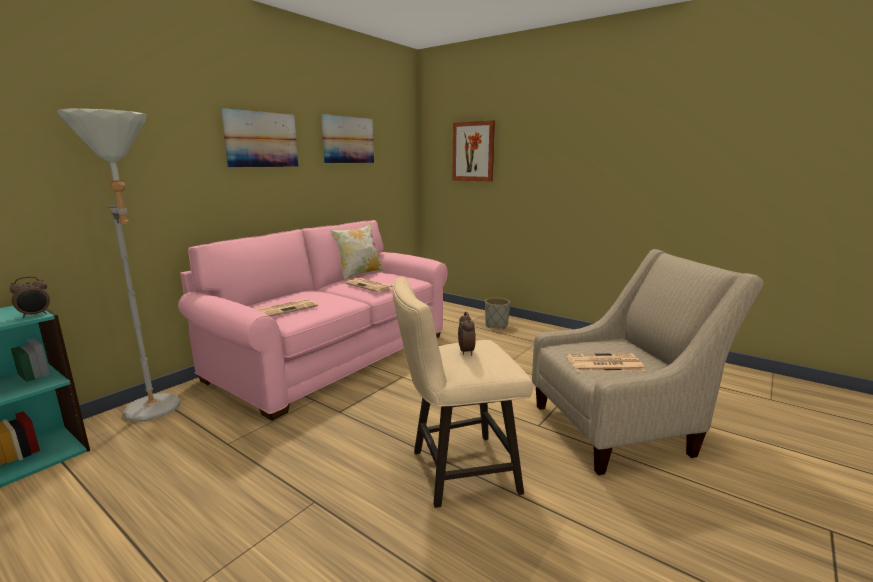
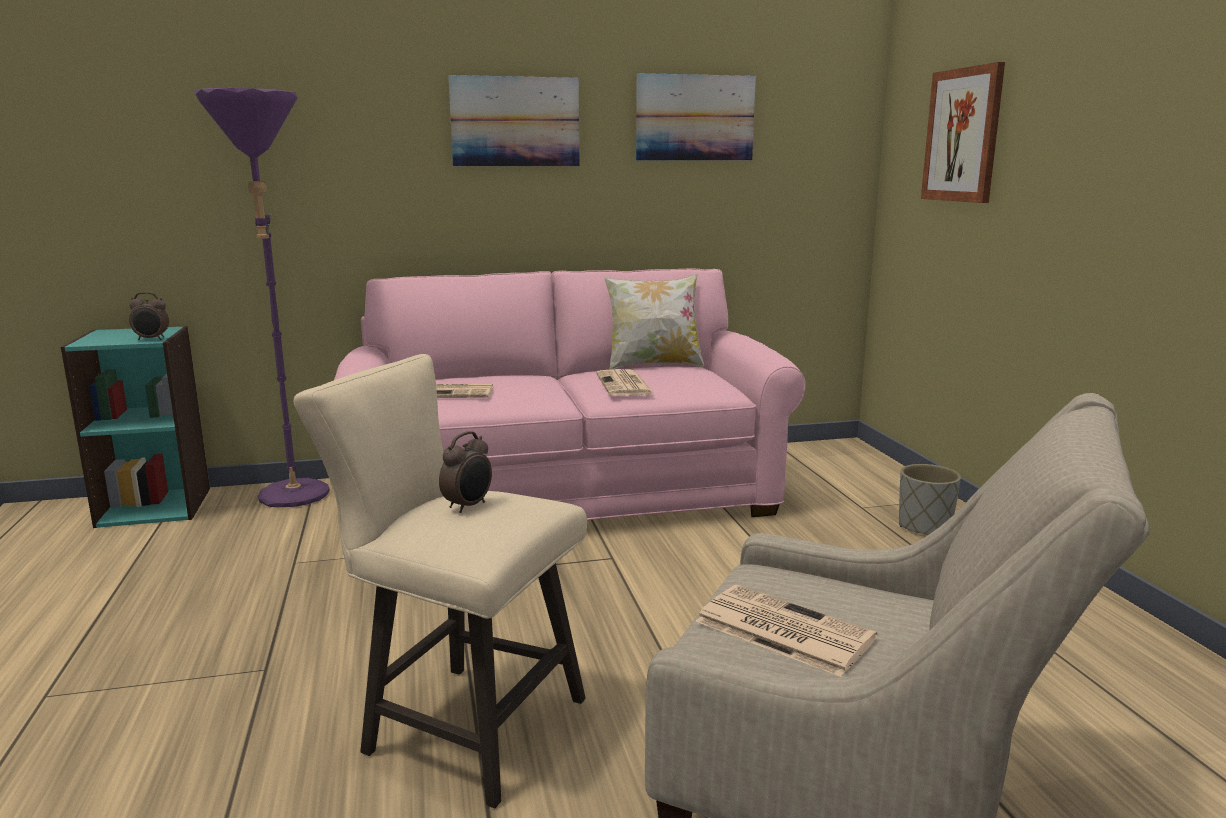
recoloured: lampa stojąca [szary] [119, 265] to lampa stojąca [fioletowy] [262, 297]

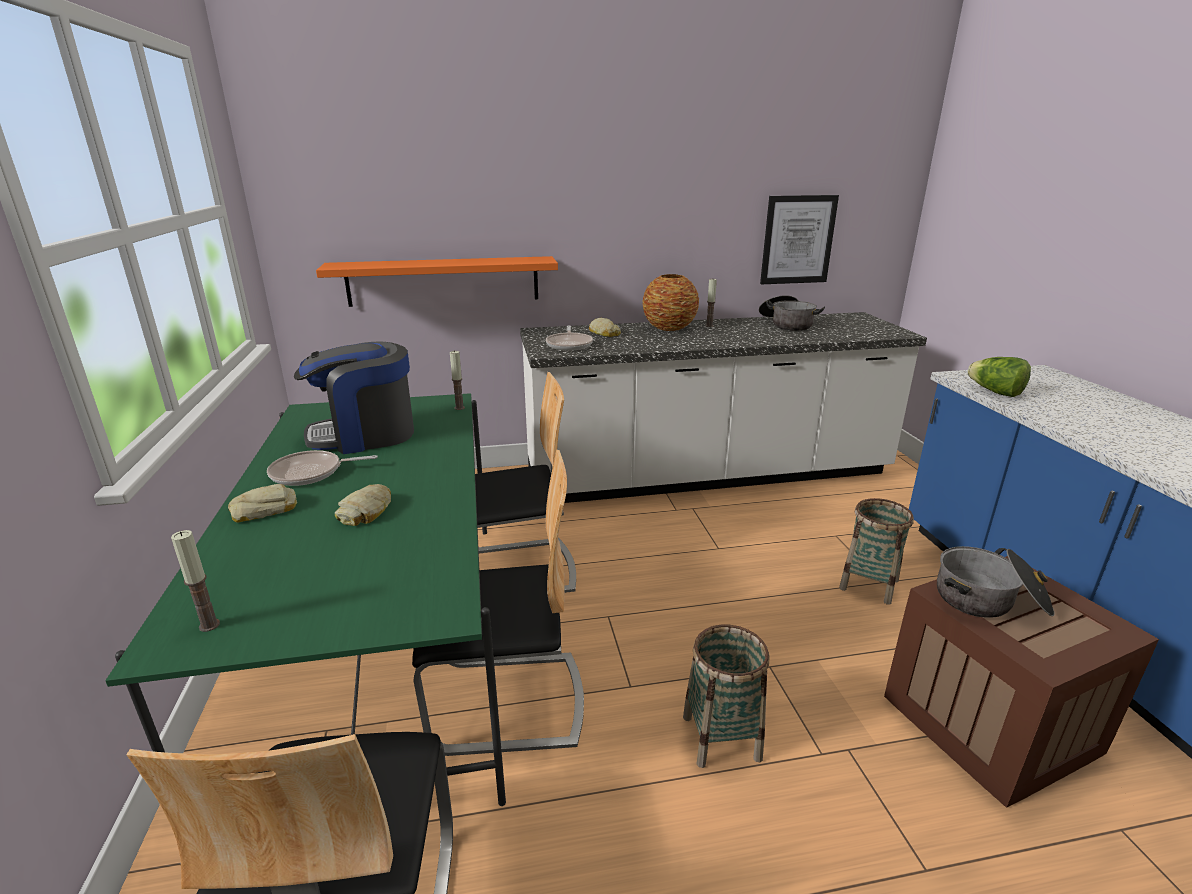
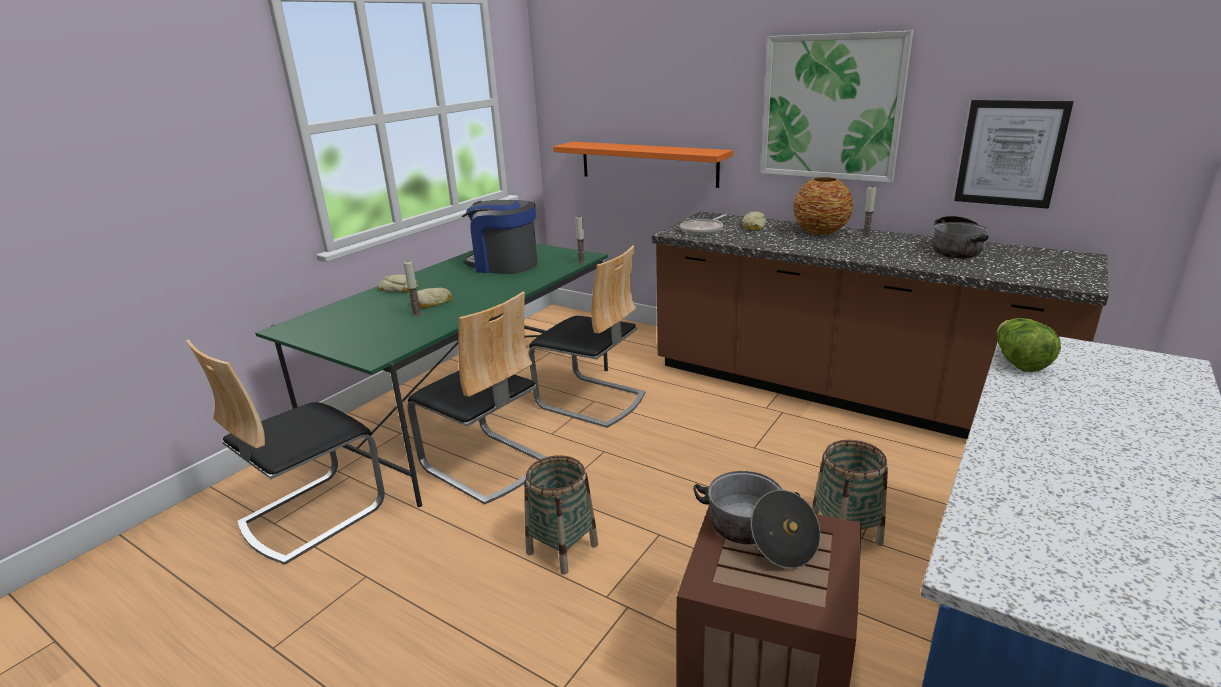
removed: patelnia [322, 468]
added: obraz [837, 107]
moved: świeca [195, 581] to [412, 288]
recoloured: zabudowa kuchenna [biały] [723, 407] to zabudowa kuchenna [brązowy] [880, 325]

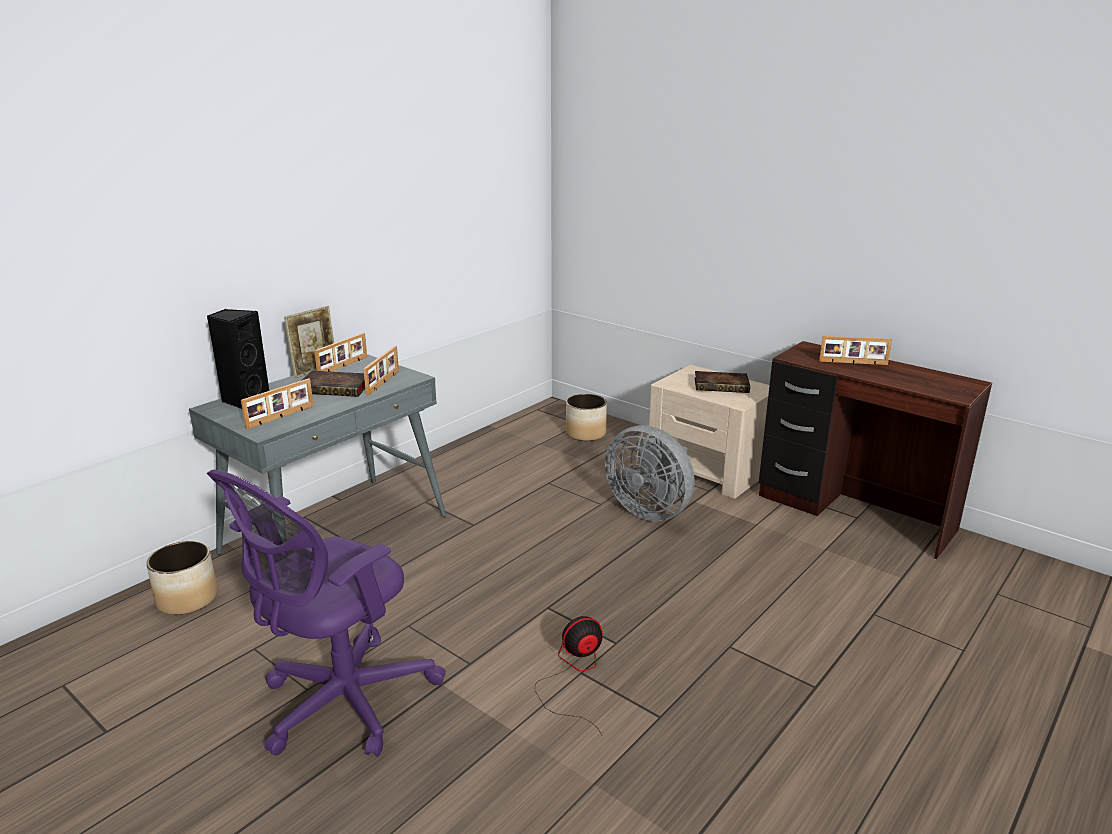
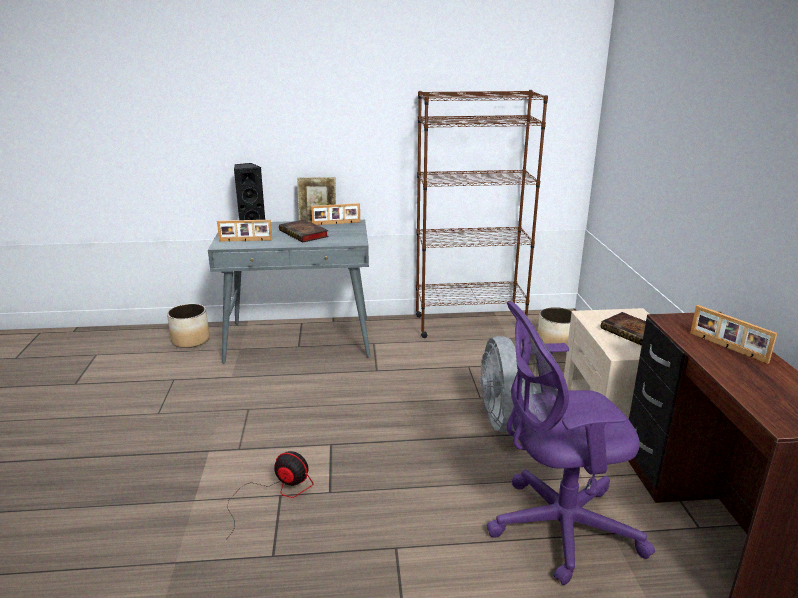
removed: ramka na zdjęcie [381, 370]
added: regał [brązowy] [482, 214]
moved: krzesło biurowe [fioletowy] [326, 613] to [570, 443]

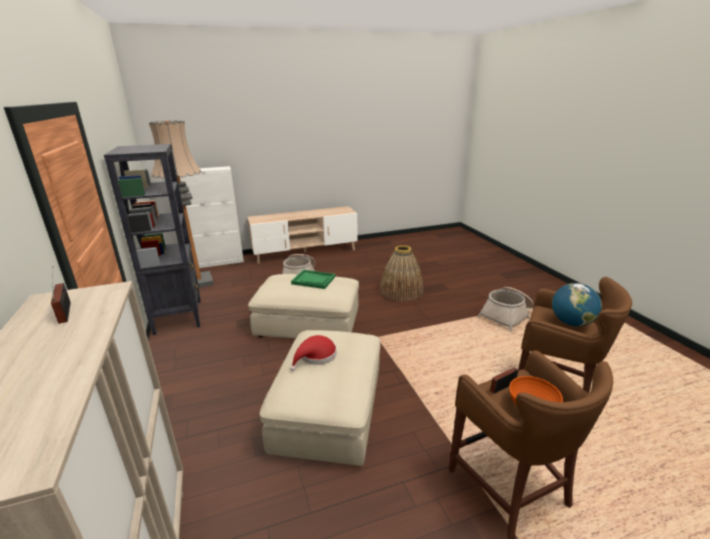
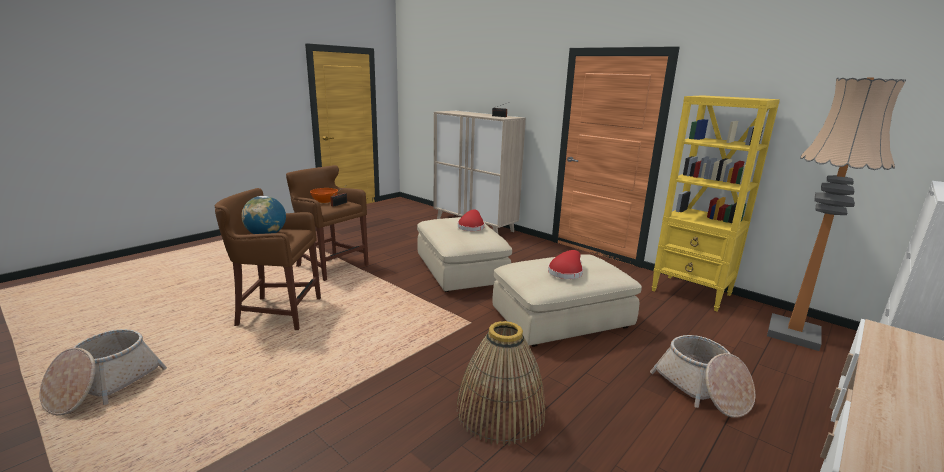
moved: koszyk [505, 309] to [103, 372]
replaced: taca [zielony] [313, 279] to kapelusz [czerwony] [565, 264]
recoloured: regał [czarny] [152, 239] to regał [żółty] [716, 203]

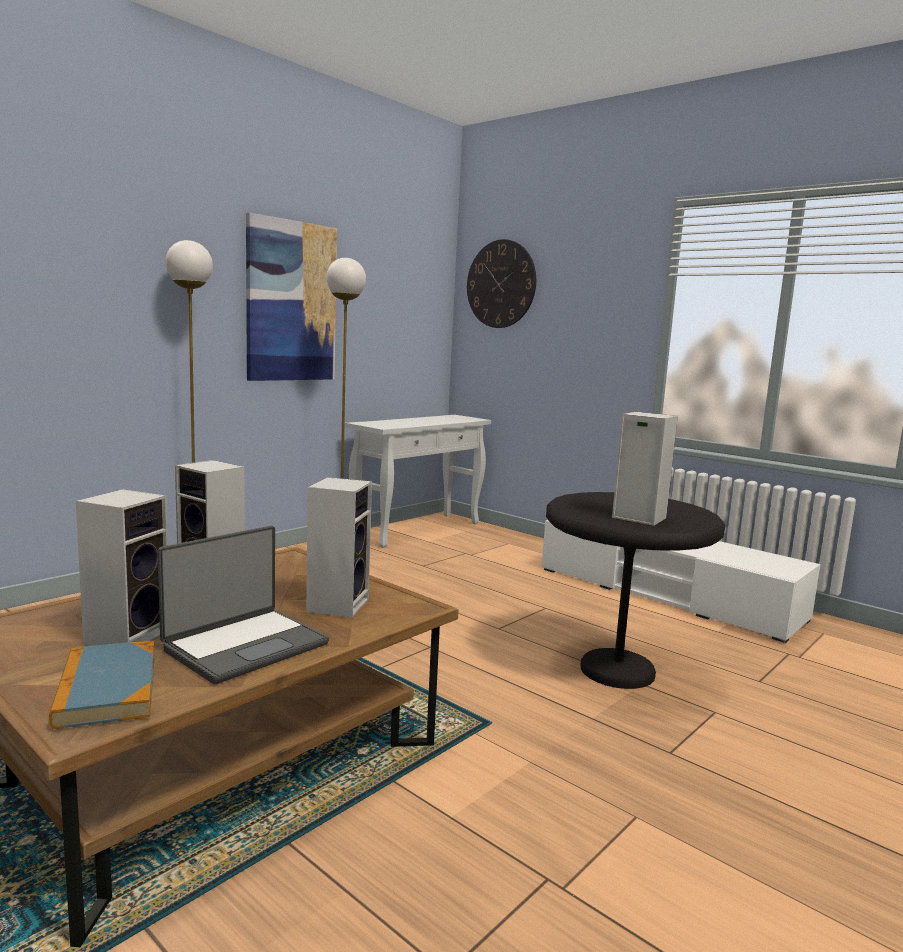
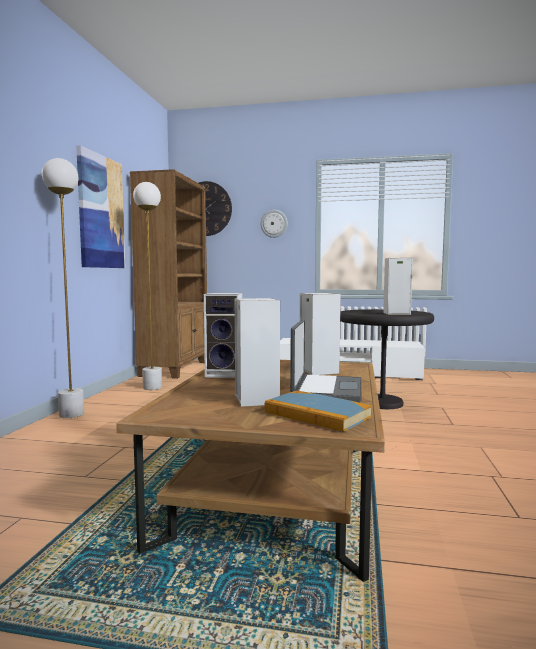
added: zegar ścienny [274, 224]
replaced: stolik konsolowy [biały] [418, 481] to regał [brązowy] [168, 274]

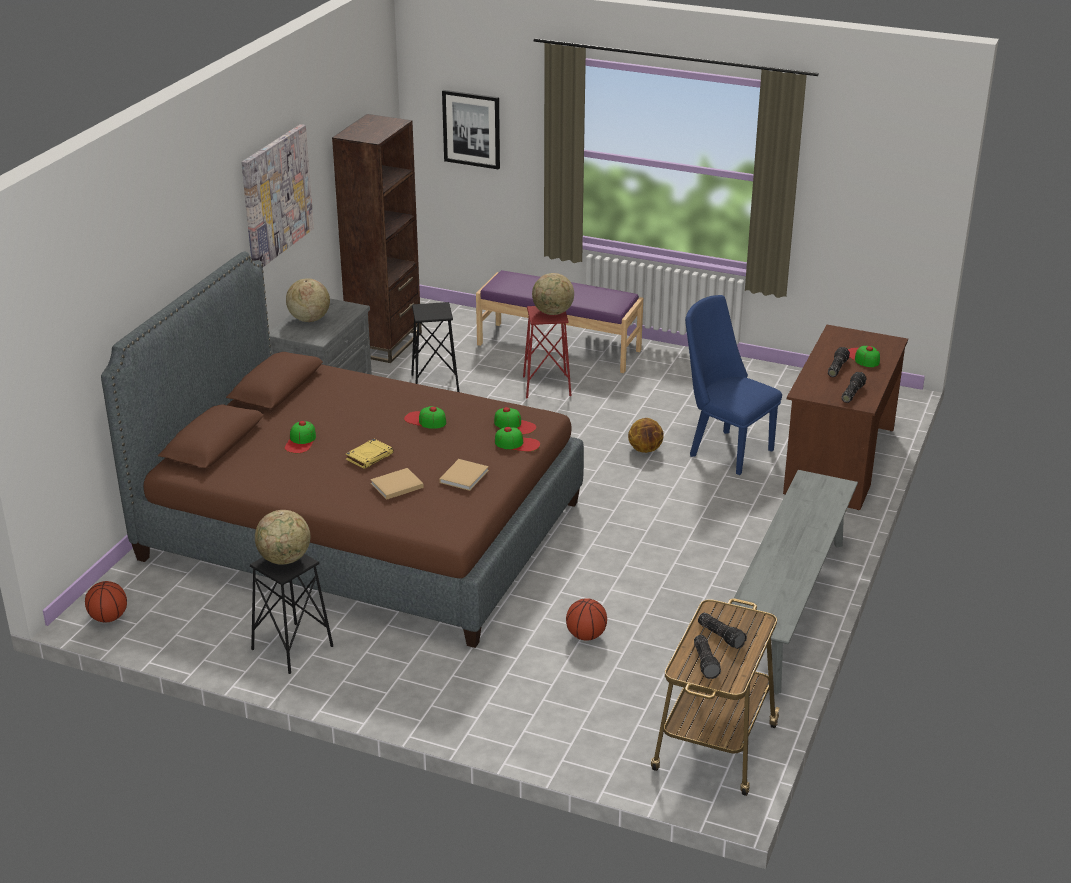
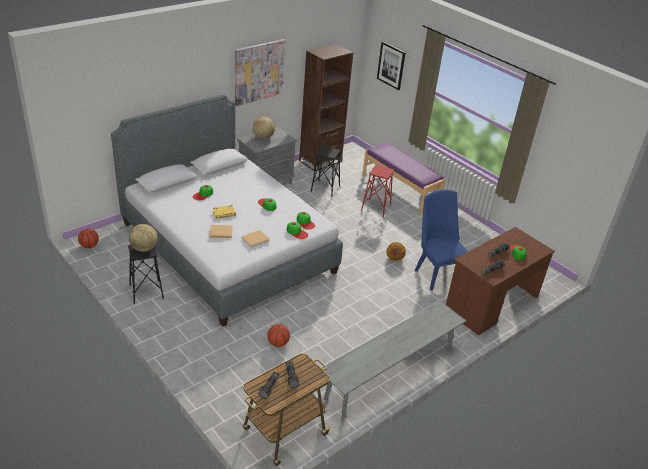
removed: globus [553, 294]
recoloured: łóżko [brązowy] [342, 450] to łóżko [szary] [227, 210]

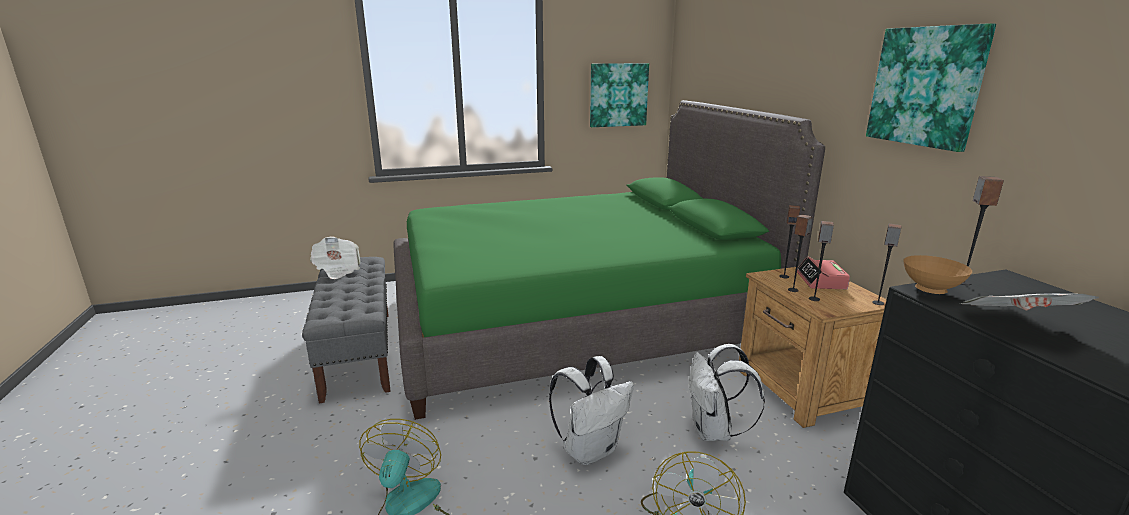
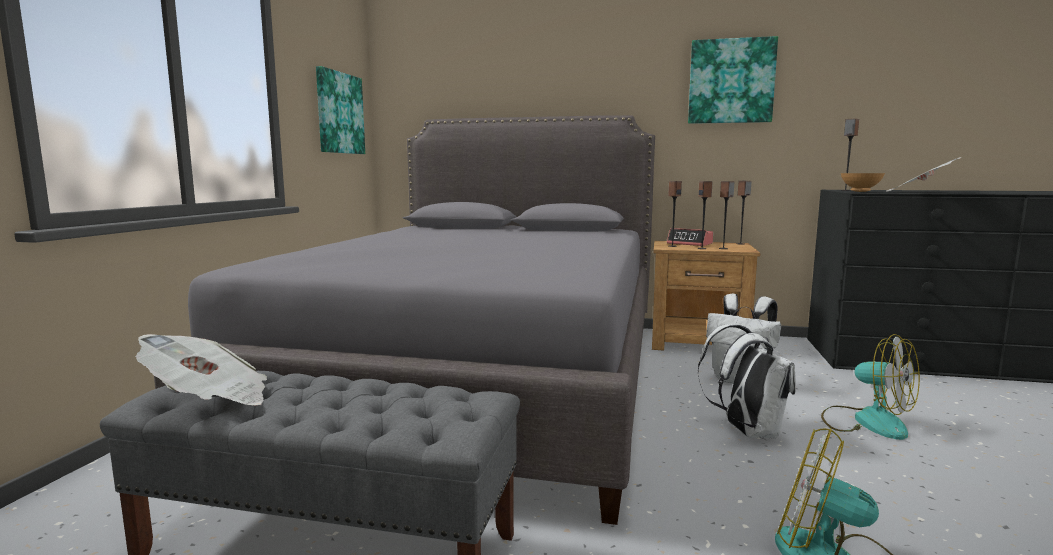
recoloured: łóżko [zielony] [609, 260] to łóżko [szary] [404, 320]

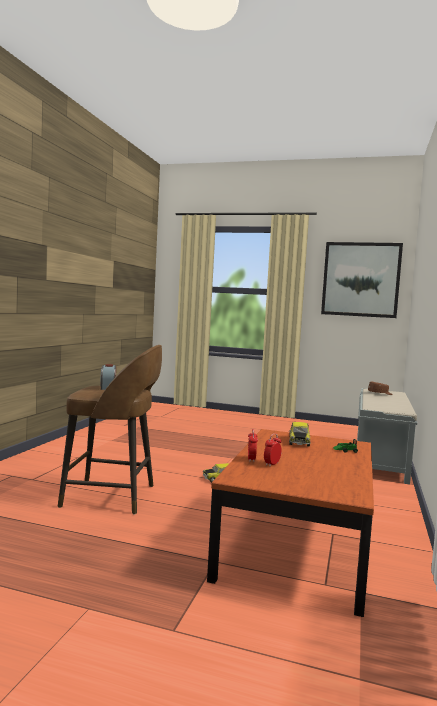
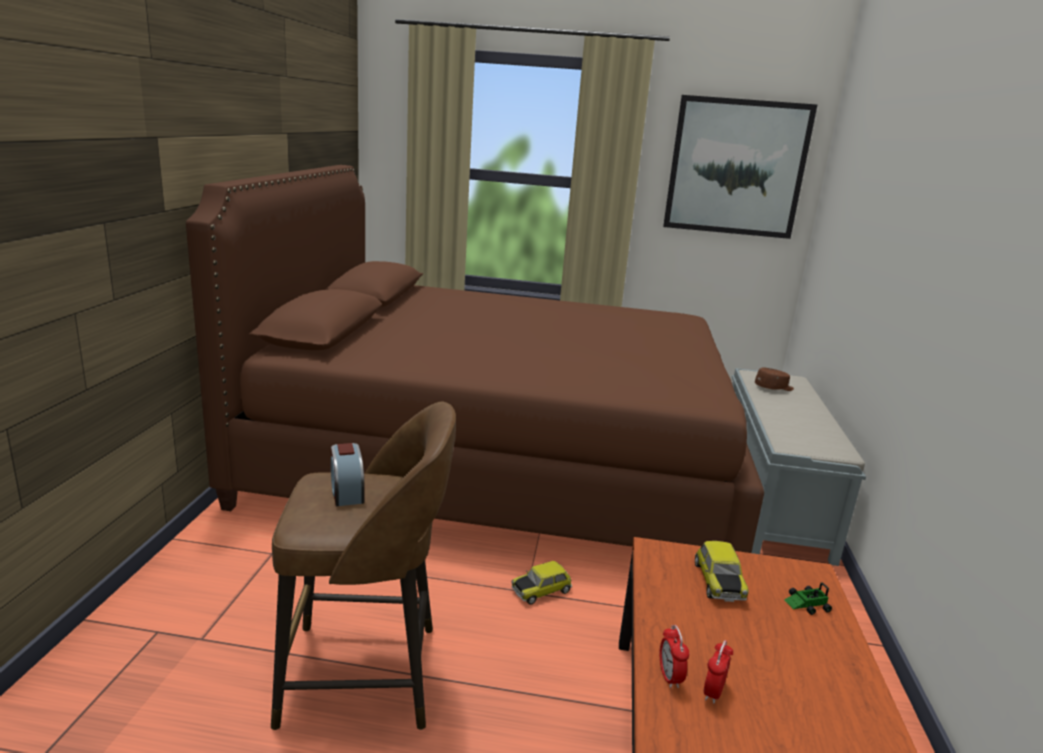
added: łóżko [brązowy] [475, 359]

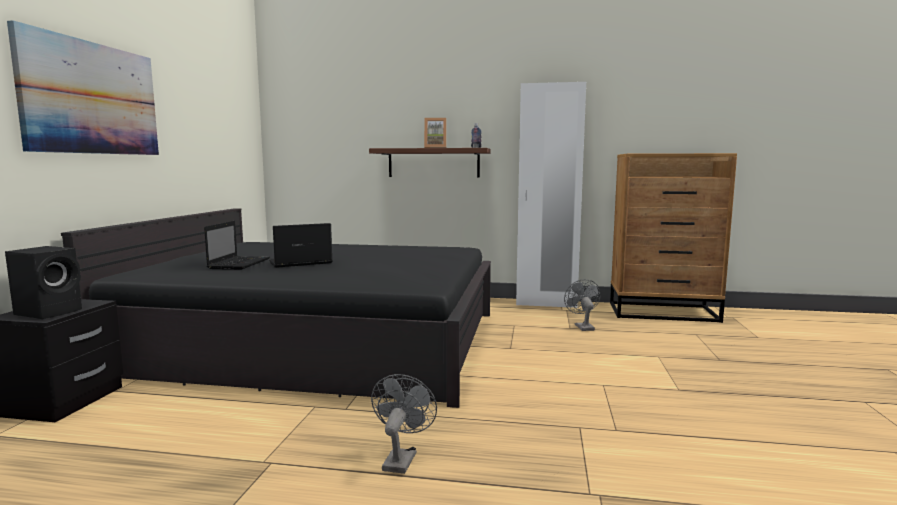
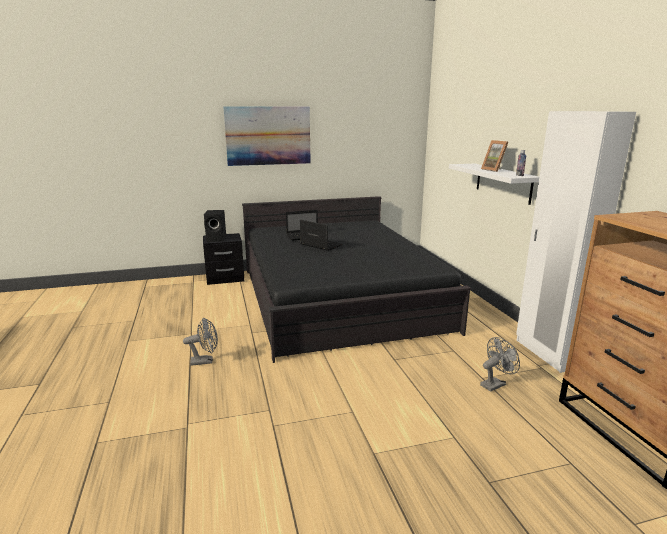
recoloured: półka [brązowy] [429, 162] to półka [biały] [494, 184]

